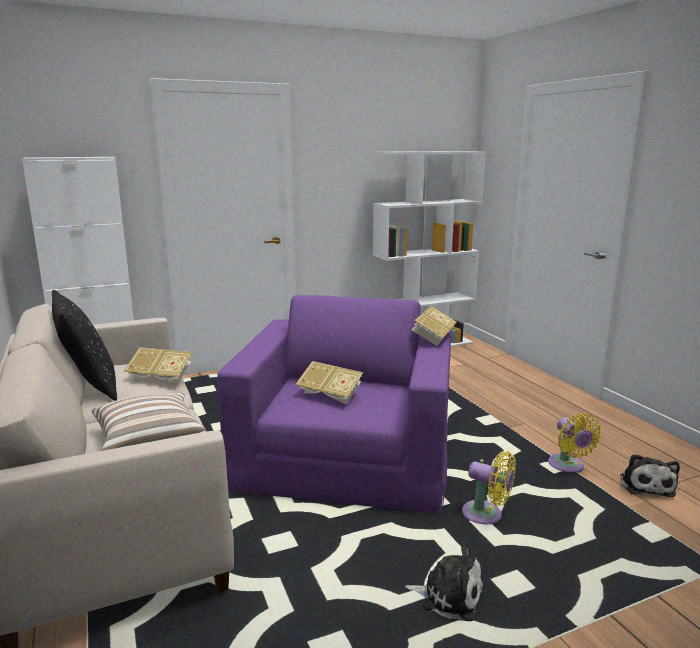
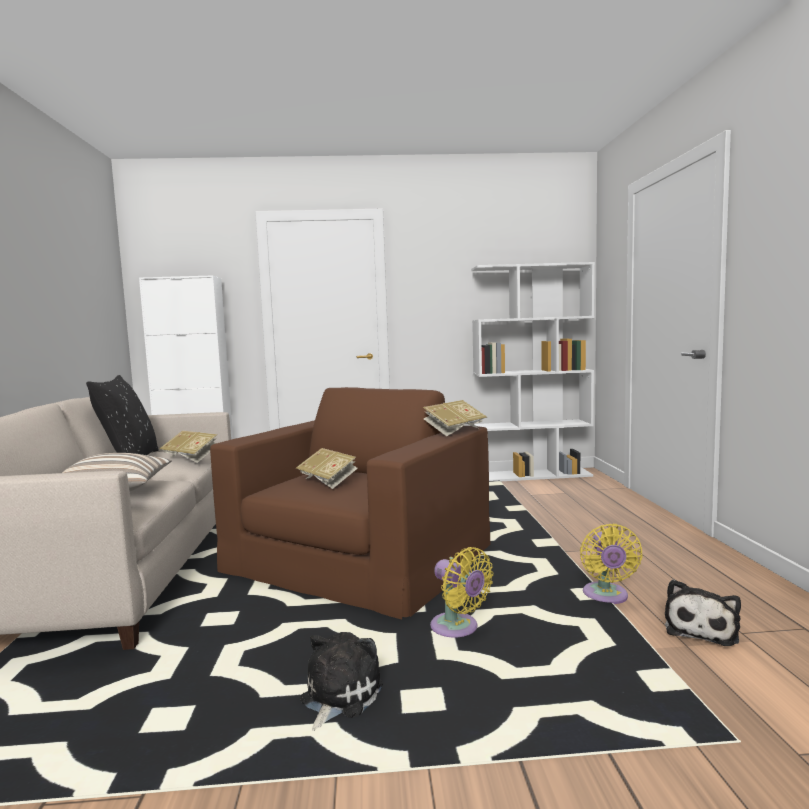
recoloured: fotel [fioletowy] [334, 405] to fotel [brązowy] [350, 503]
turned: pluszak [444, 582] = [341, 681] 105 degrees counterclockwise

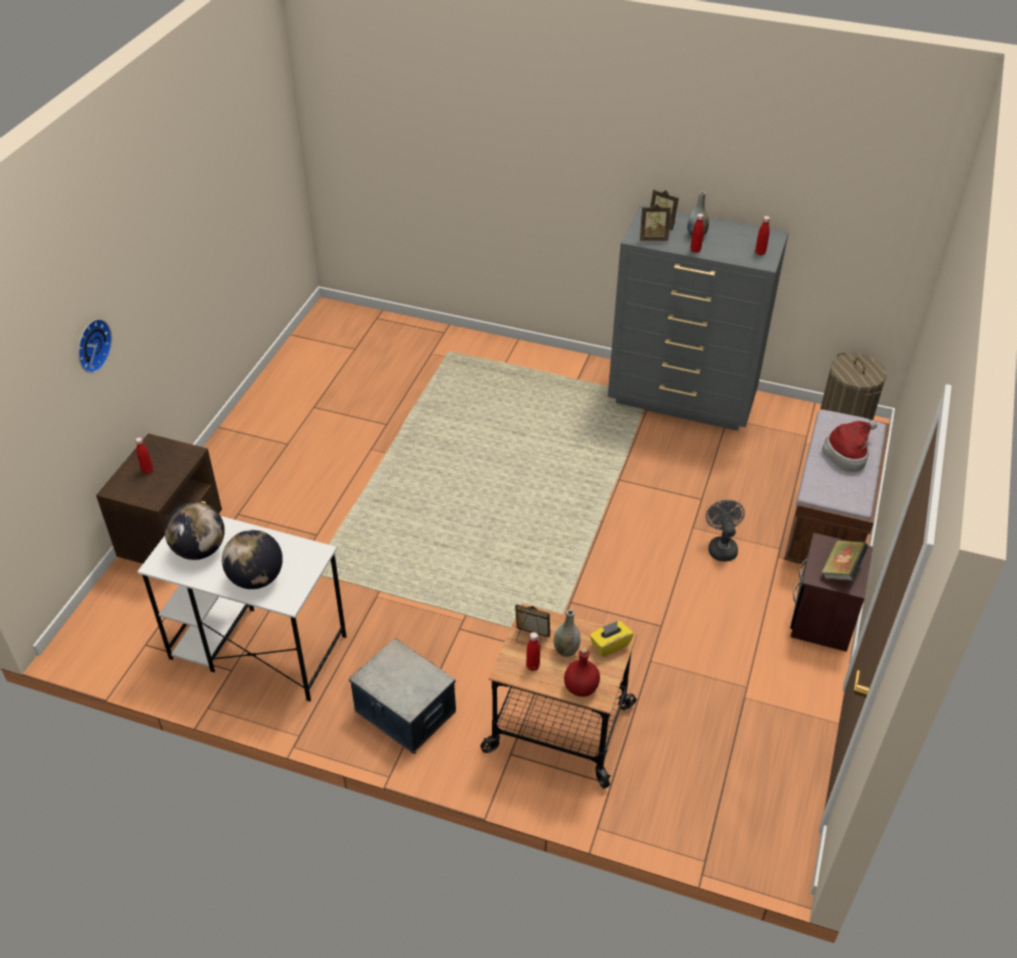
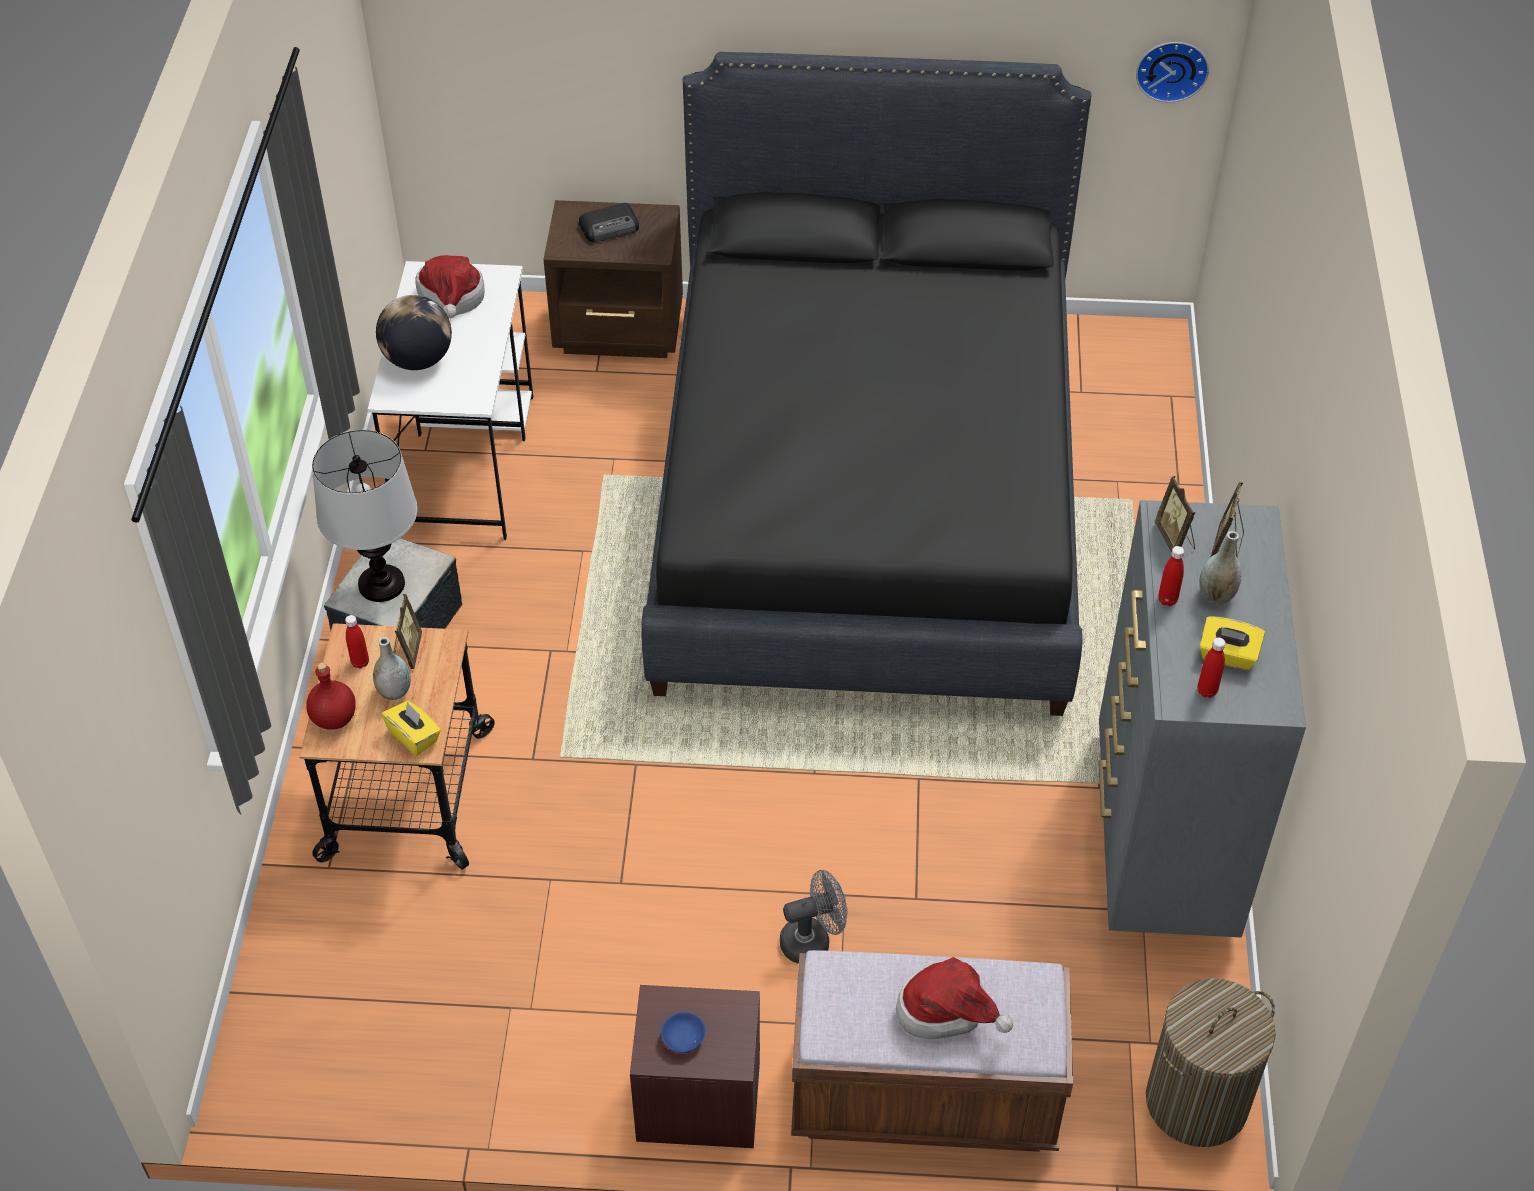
added: łóżko [czarny] [866, 384]; lampa stołowa [365, 516]; pudełko chusteczek [żółty] [1232, 643]
moved: zegar ścienny [95, 346] to [1172, 72]
replaced: butelka [czerwony] [144, 455] to radio [609, 222]; globus [195, 531] to kapelusz [450, 286]; książka [844, 560] to miska [niebieski] [683, 1032]

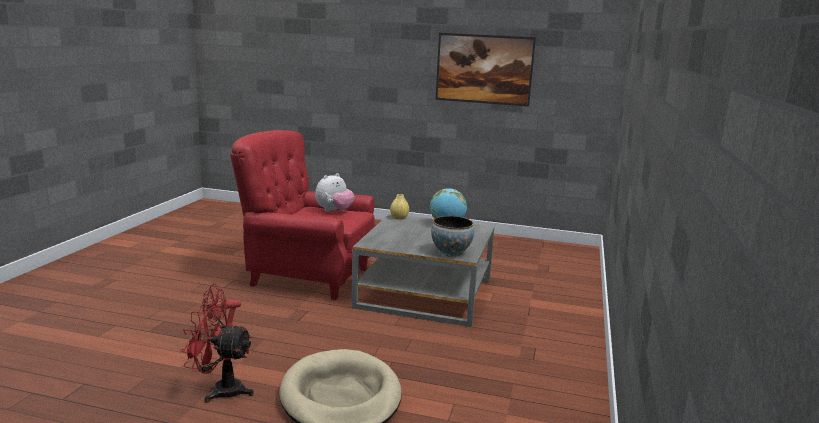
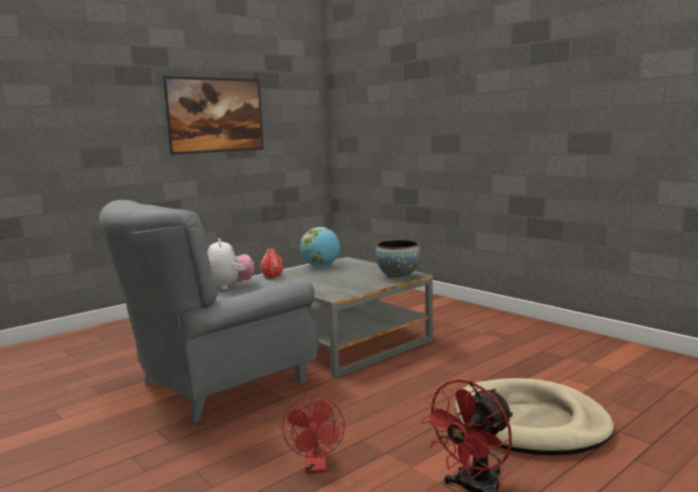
recoloured: fotel [czerwony] [303, 215] to fotel [szary] [209, 311]; wazon [żółty] [399, 206] to wazon [czerwony] [271, 263]

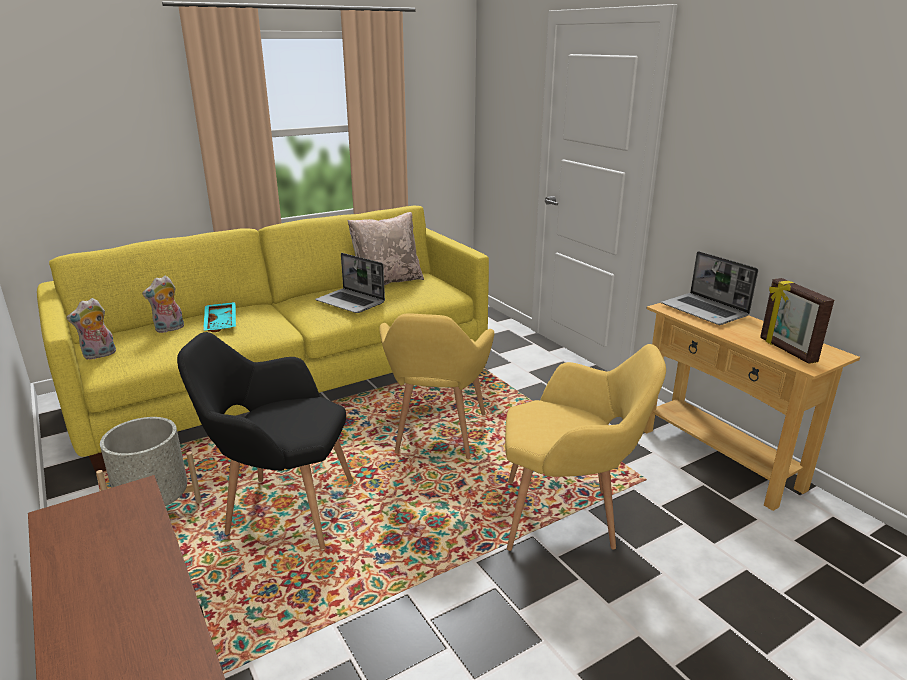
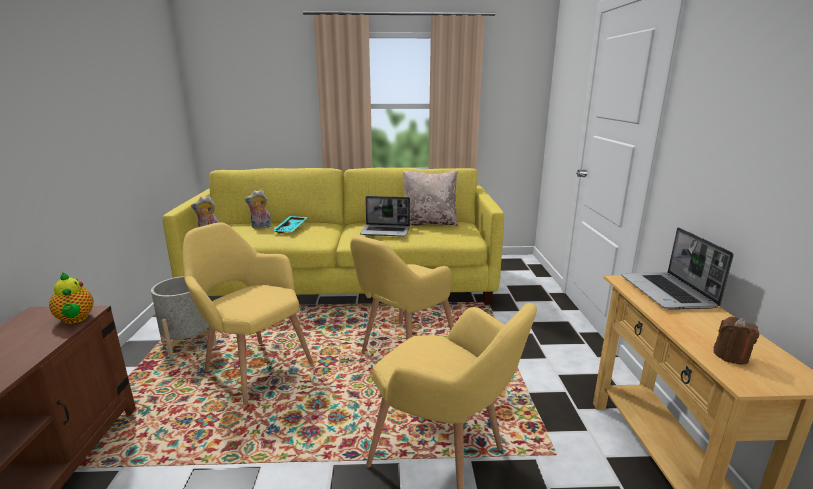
added: imbryk [71, 298]
replaced: ramka na zdjęcie [797, 321] to świeca [brązowy] [736, 340]
recoloured: fotel [czarny] [265, 440] to fotel [żółty] [248, 314]
turned: laptop [350, 283] = [385, 216] 60 degrees counterclockwise

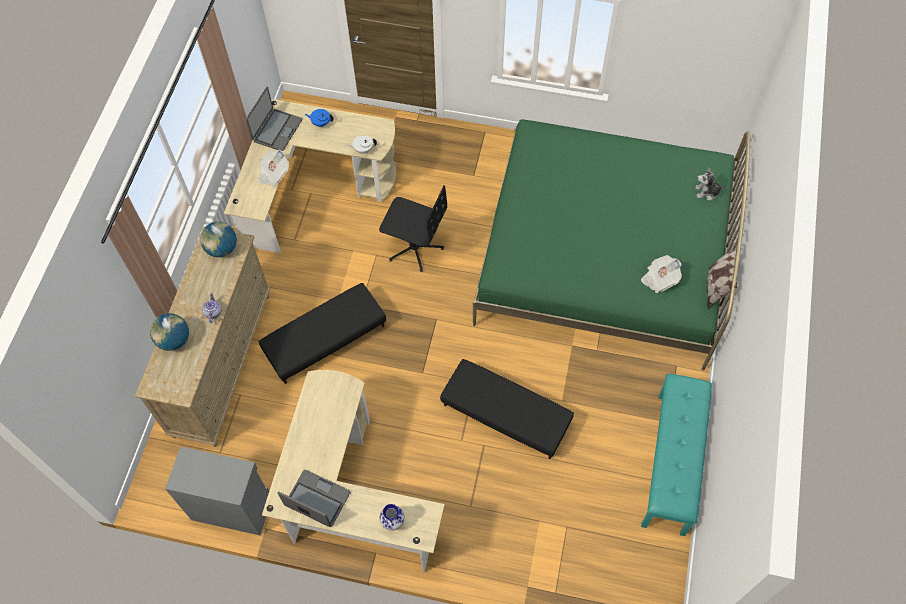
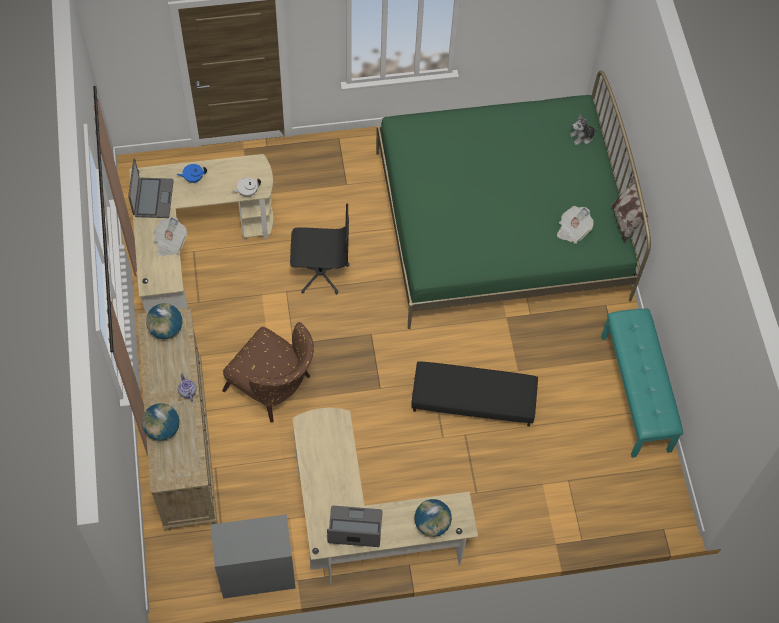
replaced: pufa [czarny] [322, 333] to fotel [brązowy] [268, 372]; wazon [392, 517] to globus [433, 518]

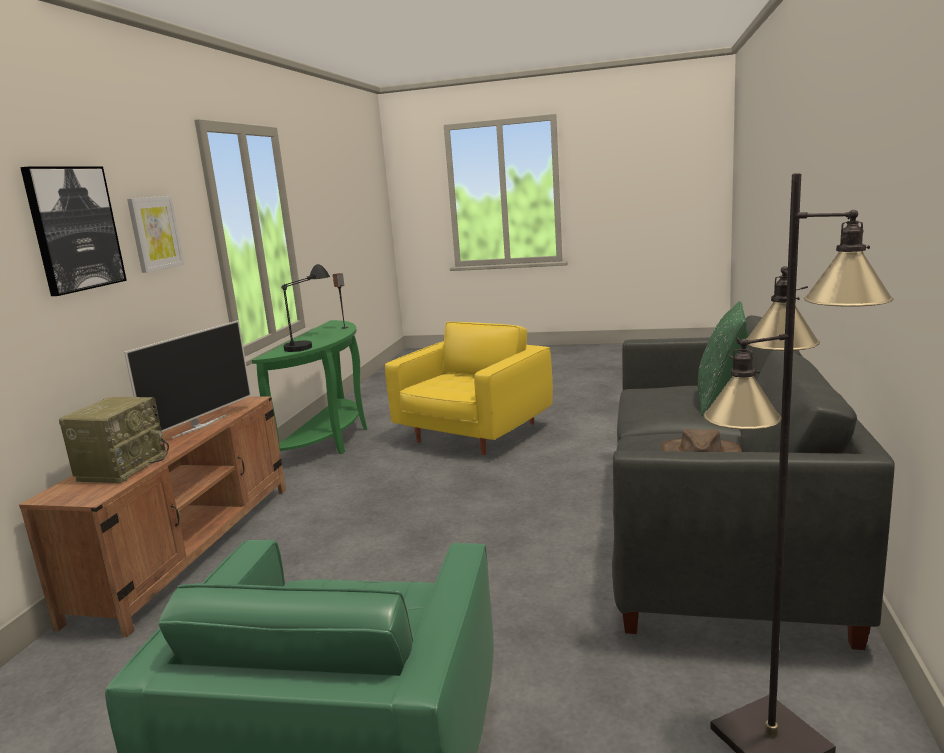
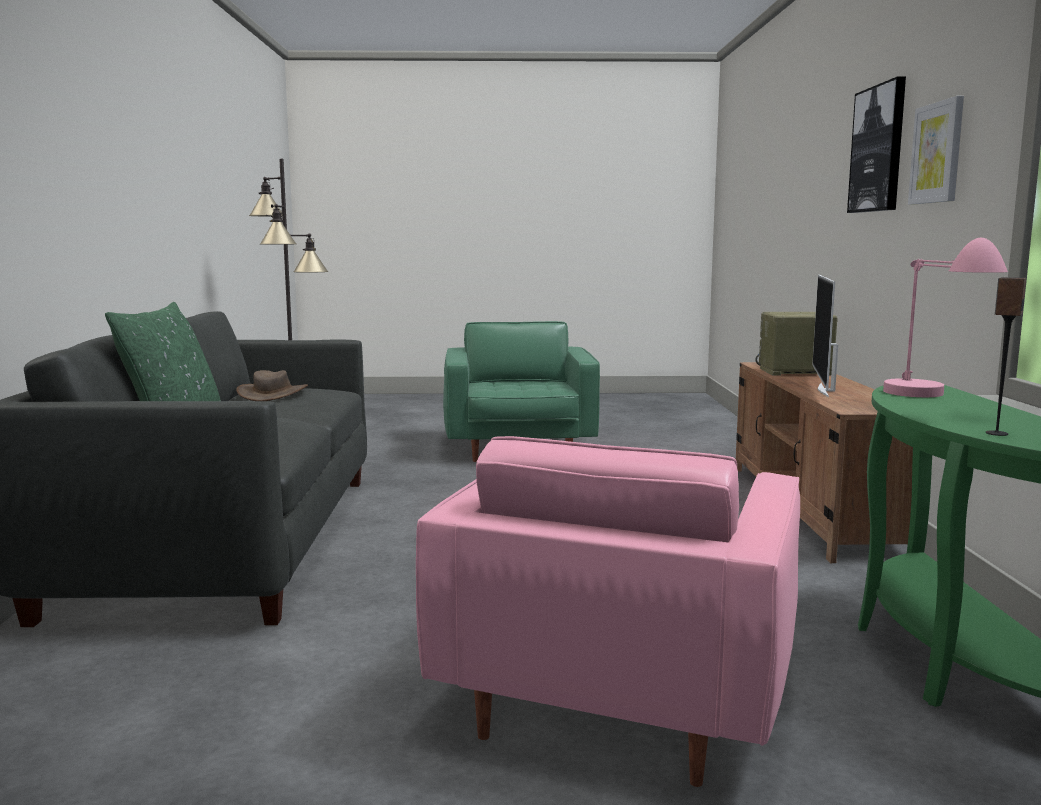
recoloured: lampa stołowa [czarny] [305, 308] to lampa stołowa [różowy] [945, 317]; fotel [żółty] [469, 388] to fotel [różowy] [608, 611]
turned: radio [114, 440] = [797, 343] 90 degrees clockwise

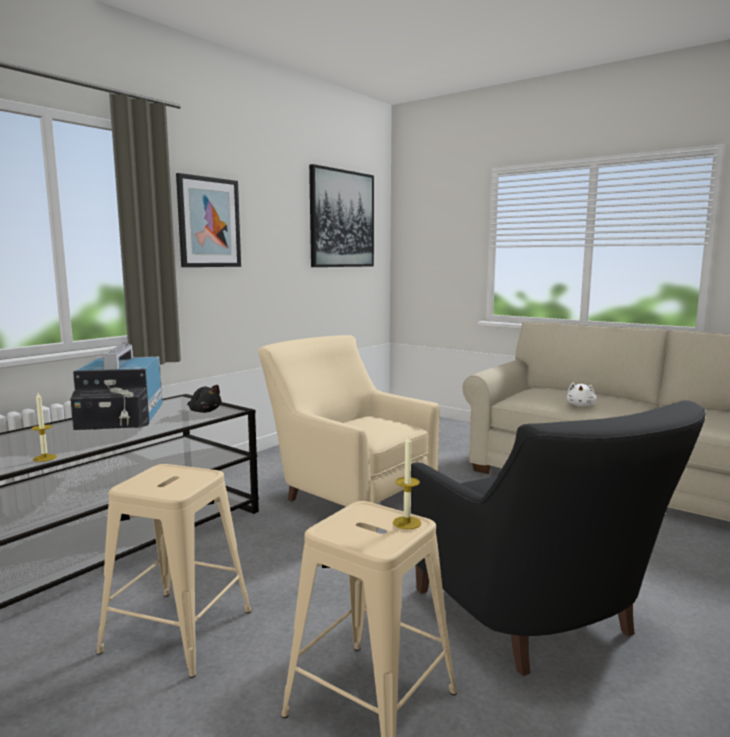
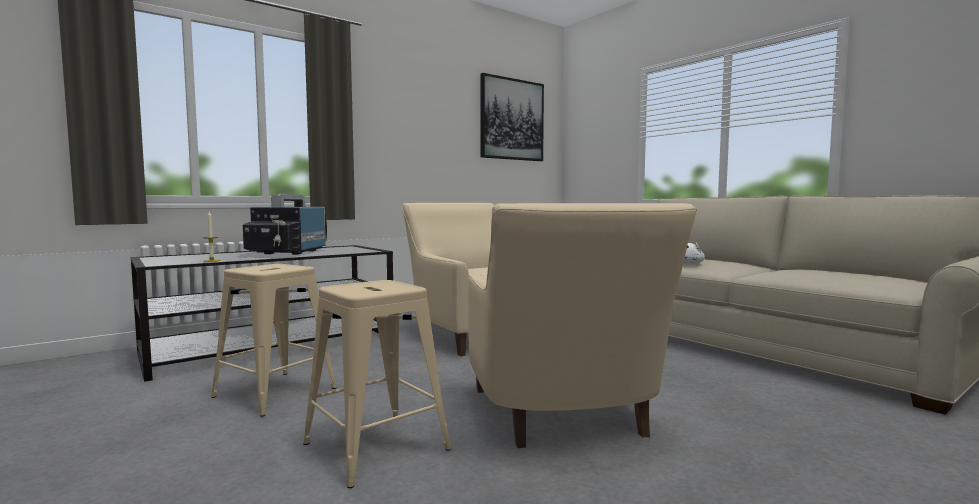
removed: obraz [208, 220]; pluszak [czarny] [204, 399]; świeca [407, 482]
recoloured: fotel [czarny] [558, 538] to fotel [beżowy] [582, 325]

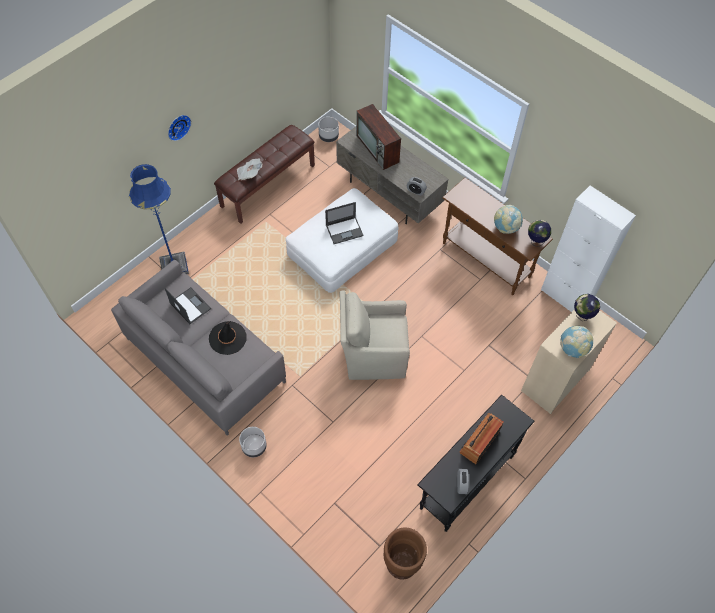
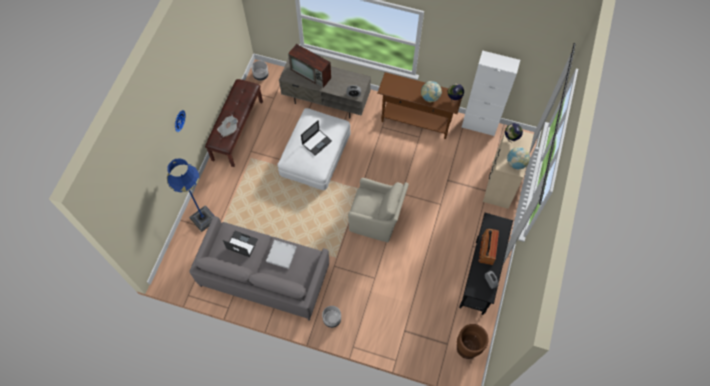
replaced: kapelusz [czarny] [228, 338] to taca [biały] [281, 254]
turned: fotel [beżowy] [375, 335] = [378, 210] 135 degrees counterclockwise

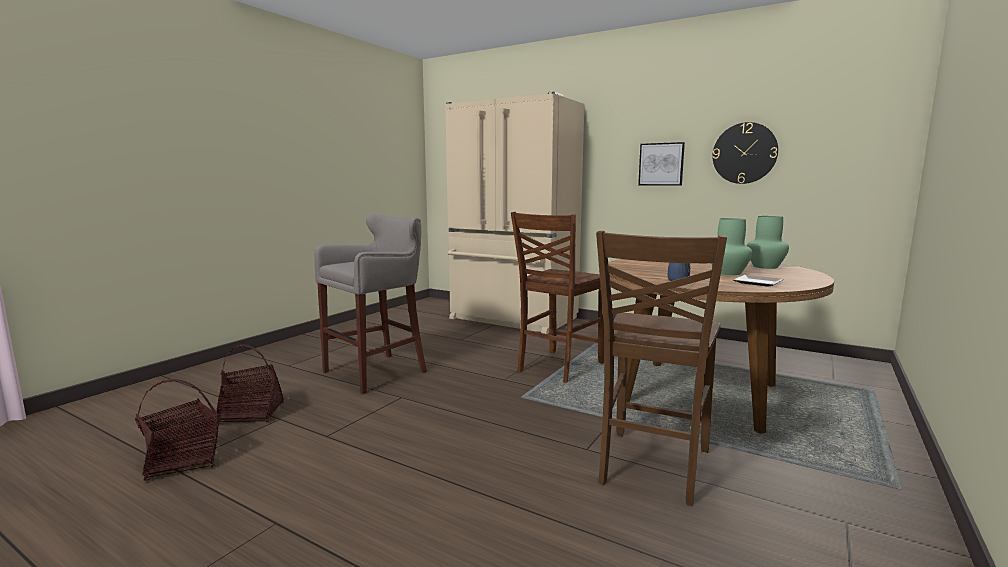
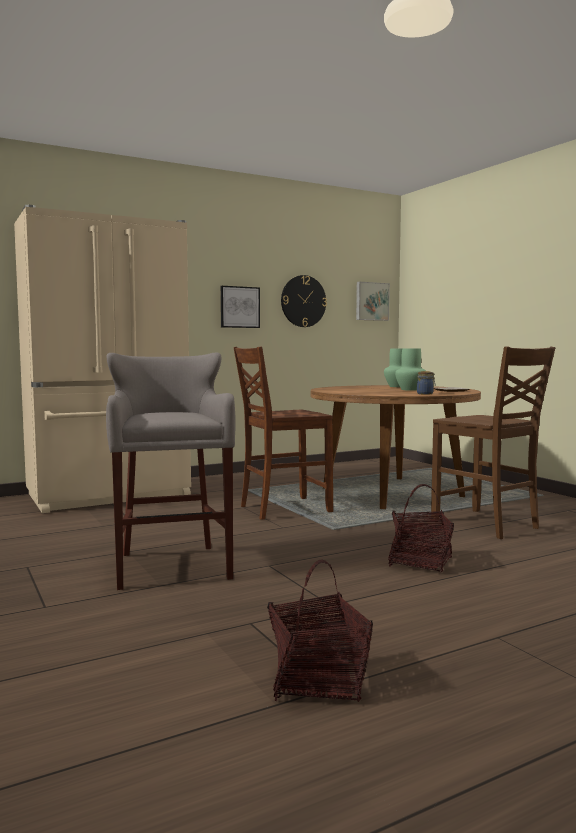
added: obraz [373, 301]
moved: koszyk [250, 384] to [421, 528]
turned: krzesło [brązowy] [557, 297] = [283, 433] 90 degrees clockwise

